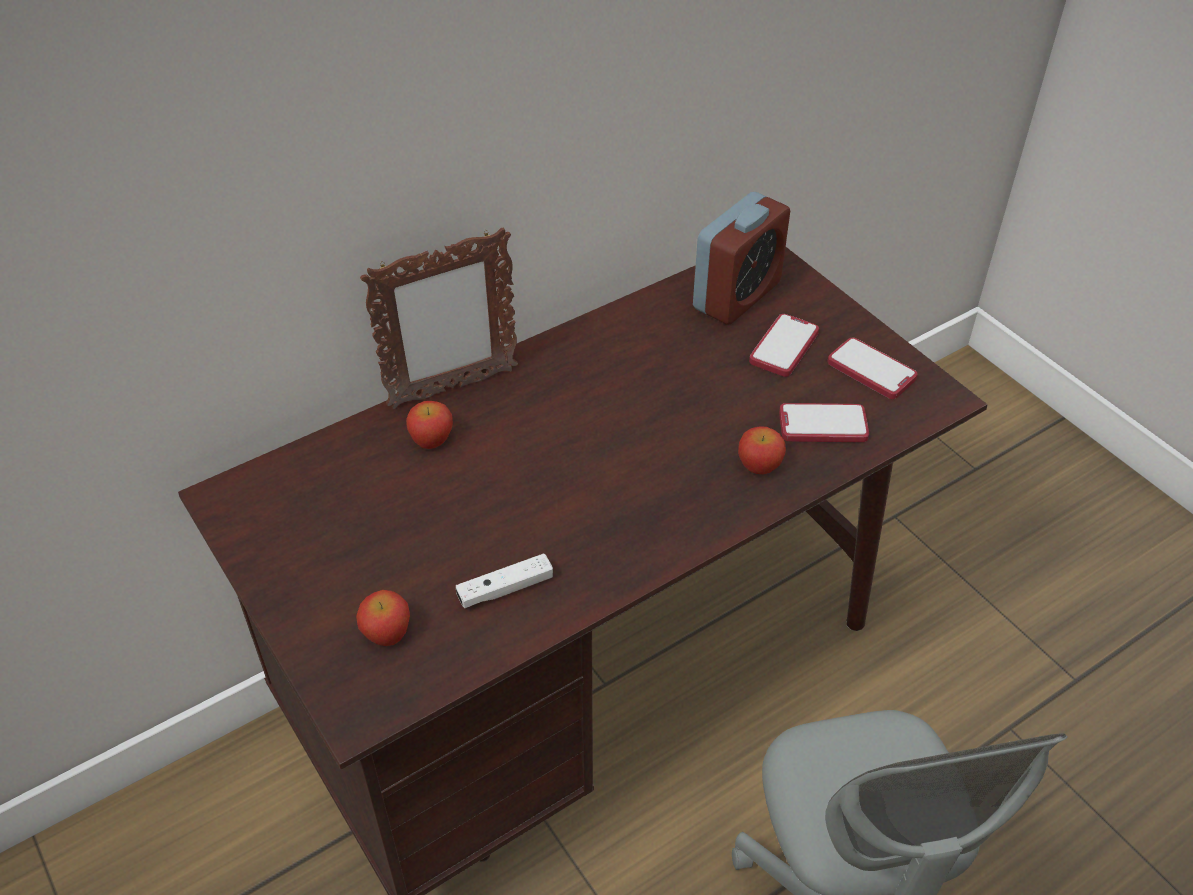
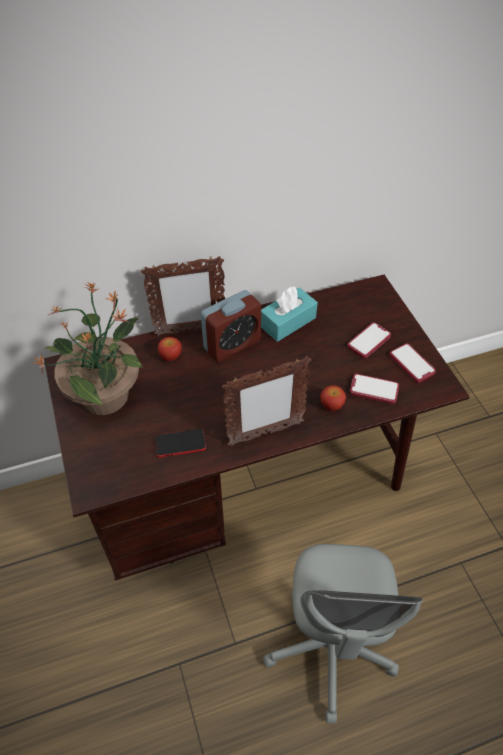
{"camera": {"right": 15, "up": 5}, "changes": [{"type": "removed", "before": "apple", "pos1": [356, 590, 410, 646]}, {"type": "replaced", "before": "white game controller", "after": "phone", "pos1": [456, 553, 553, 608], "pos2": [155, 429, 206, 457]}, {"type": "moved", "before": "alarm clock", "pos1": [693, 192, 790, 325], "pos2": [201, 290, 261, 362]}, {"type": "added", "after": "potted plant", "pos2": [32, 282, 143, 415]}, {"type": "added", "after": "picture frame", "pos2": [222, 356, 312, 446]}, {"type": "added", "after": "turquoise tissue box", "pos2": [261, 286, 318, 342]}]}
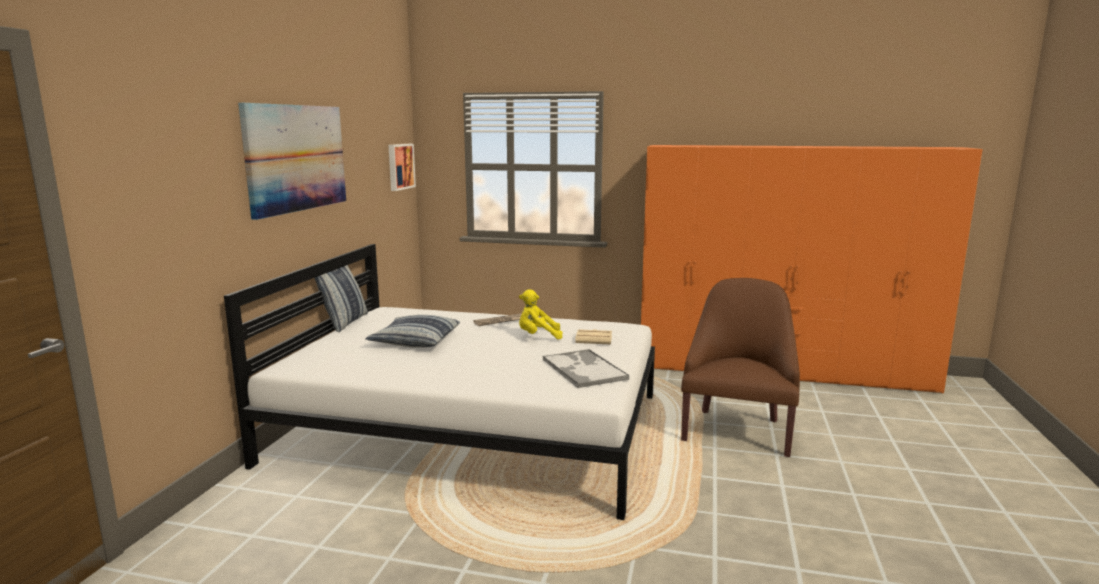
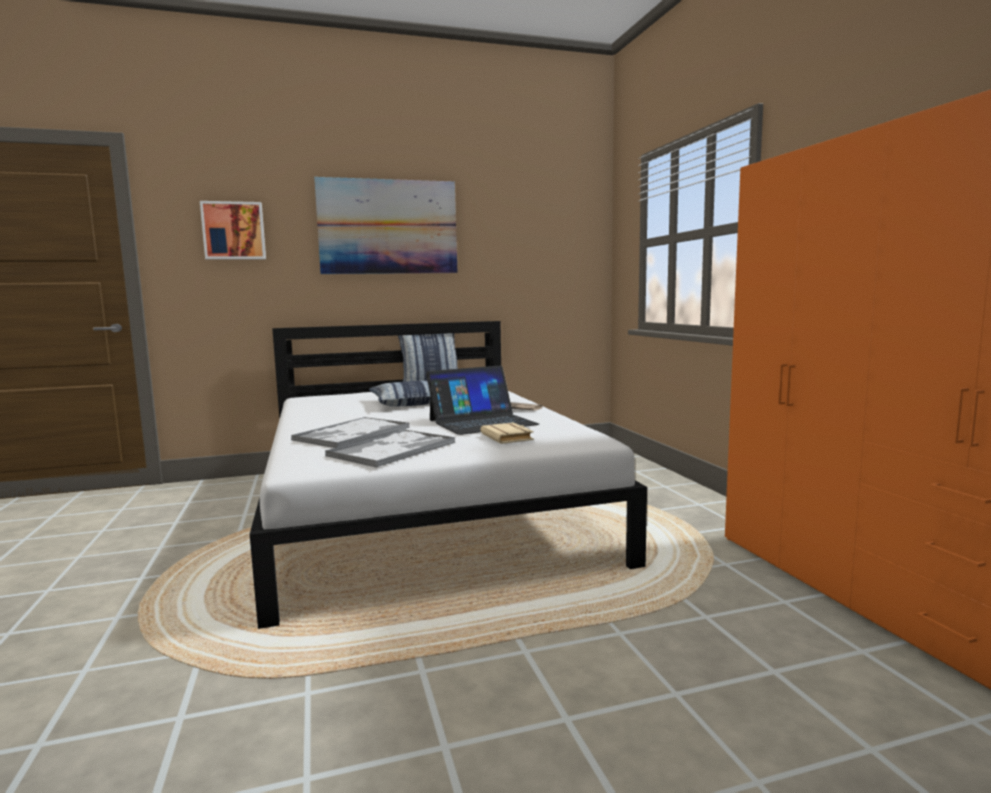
{"camera": {"right": 60, "up": -5}, "changes": [{"type": "moved", "before": "picture", "pos1": [388, 144, 416, 191], "pos2": [200, 201, 266, 260]}, {"type": "replaced", "before": "yellow plush toy", "after": "laptop", "pos1": [519, 289, 563, 340], "pos2": [426, 365, 539, 435]}, {"type": "removed", "before": "brown armchair", "pos1": [681, 278, 800, 457]}, {"type": "added", "after": "tray", "pos2": [291, 417, 410, 448]}]}
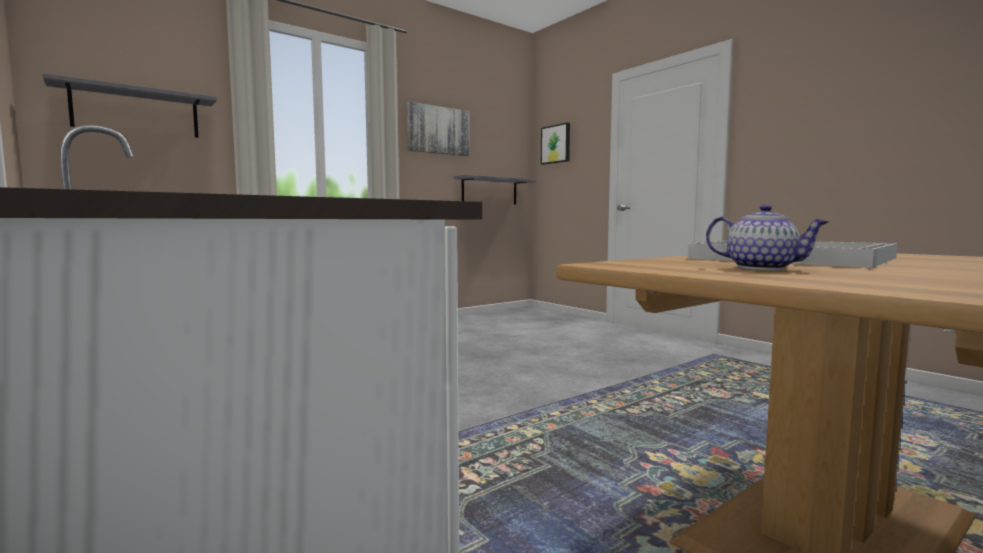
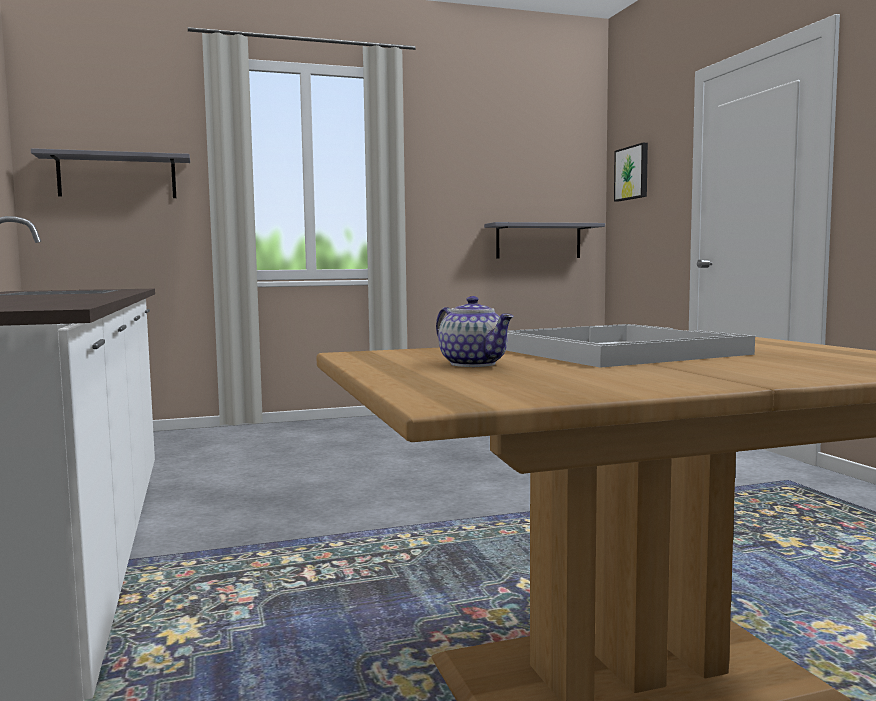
{"camera": {"right": 20, "up": 0}, "changes": [{"type": "removed", "before": "picture", "pos1": [407, 101, 470, 156]}]}
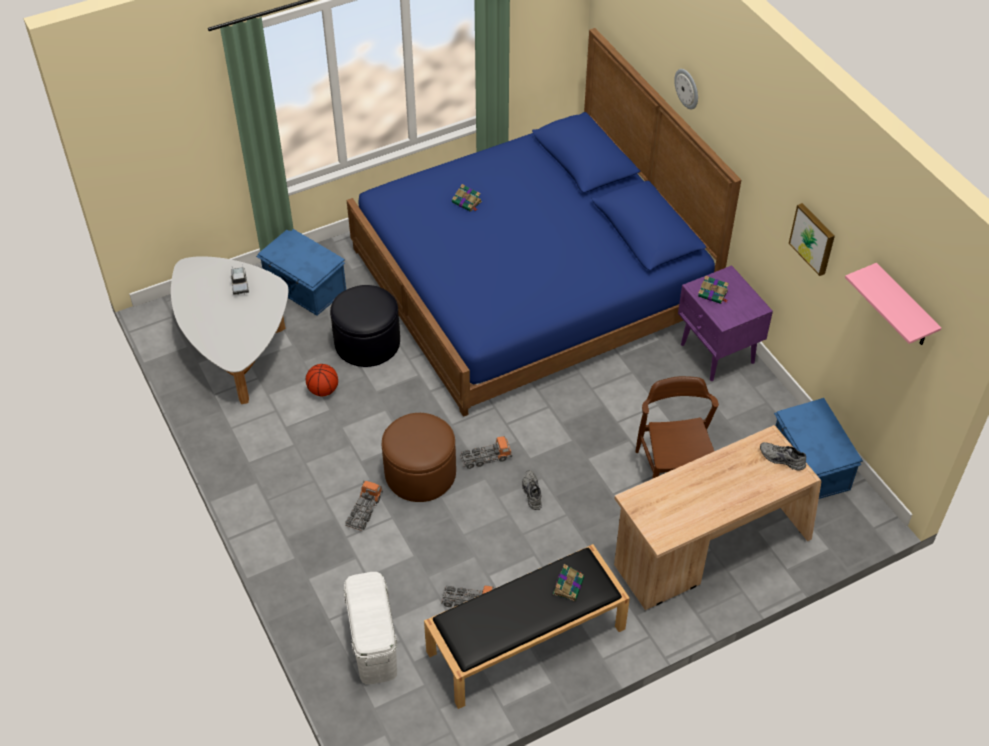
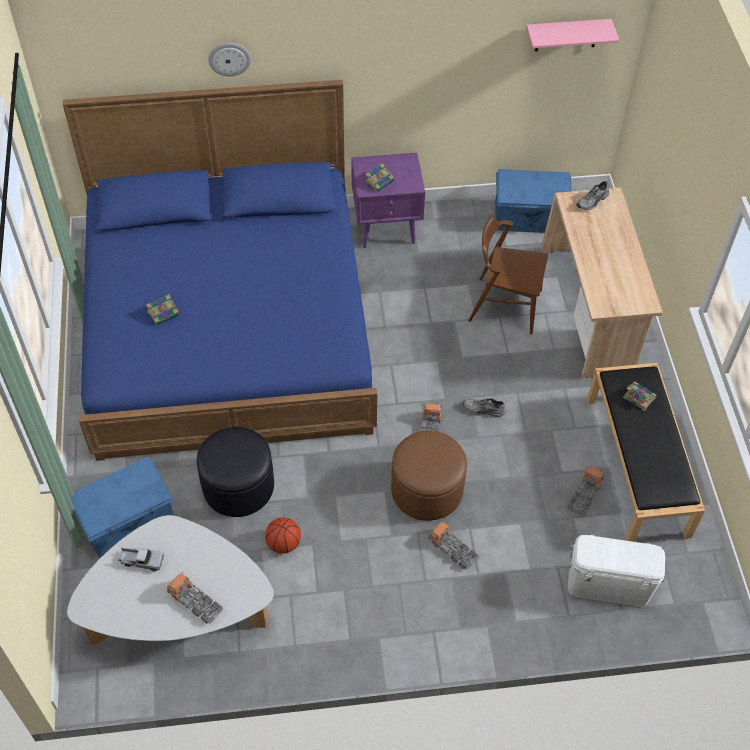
{"camera": {"right": -70, "up": 5}, "changes": [{"type": "removed", "before": "picture", "pos1": [789, 203, 835, 276]}, {"type": "added", "after": "toy truck", "pos2": [167, 572, 223, 624]}]}
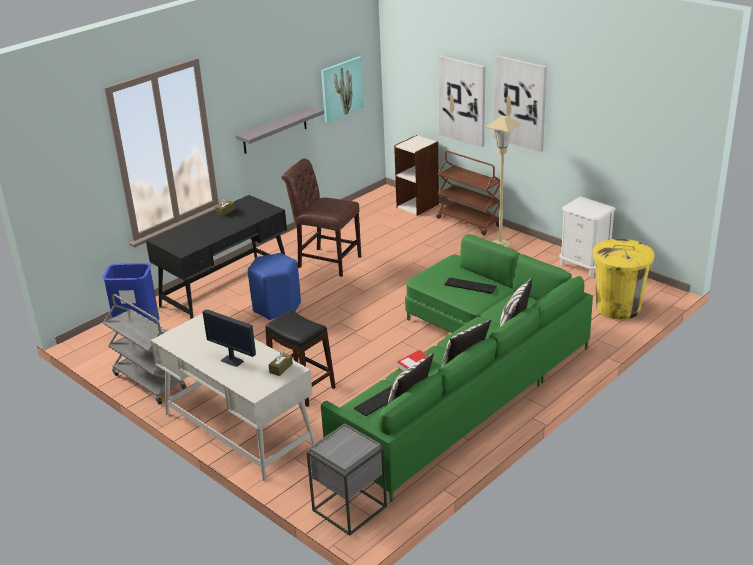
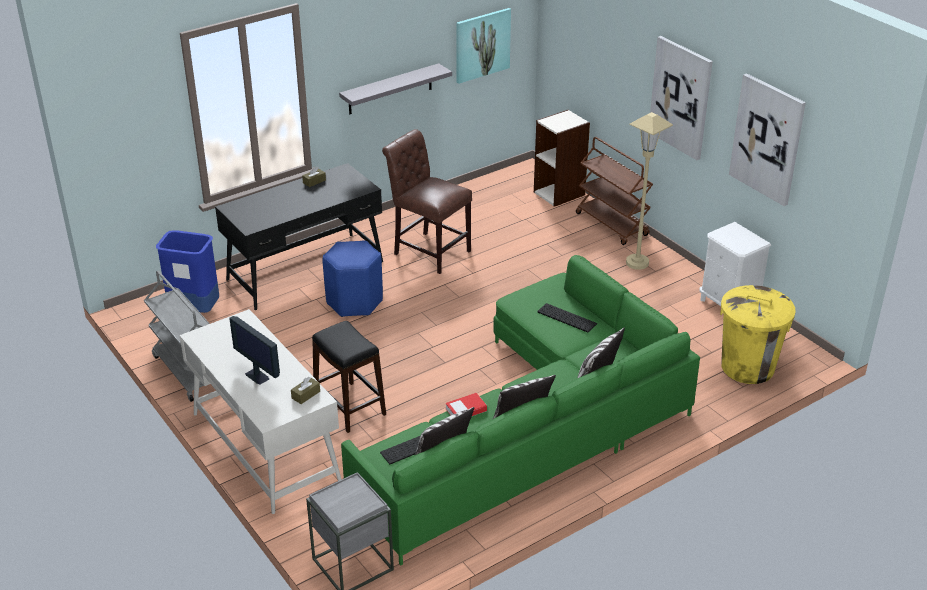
{"camera": {"right": 10, "up": 5}, "changes": [{"type": "moved", "before": "picture", "pos1": [438, 56, 485, 147], "pos2": [729, 73, 806, 206]}]}
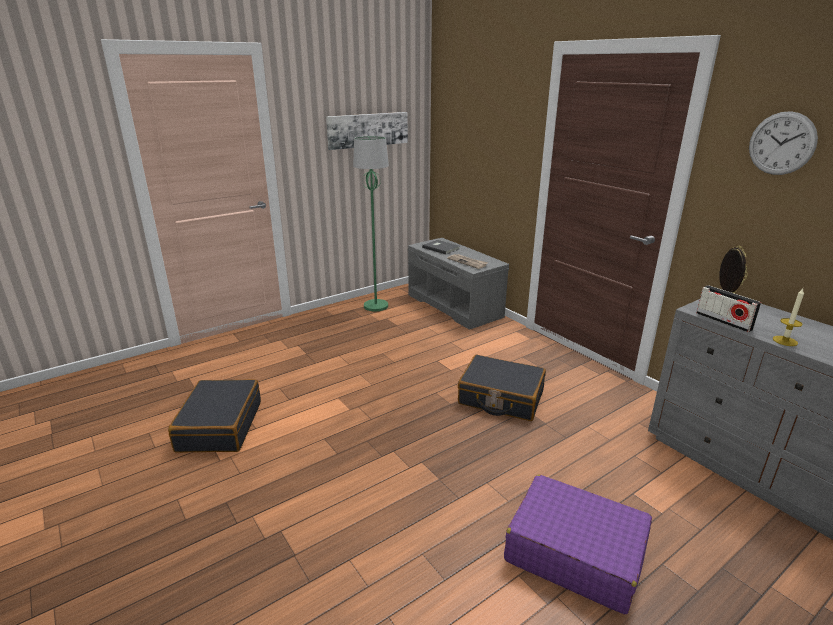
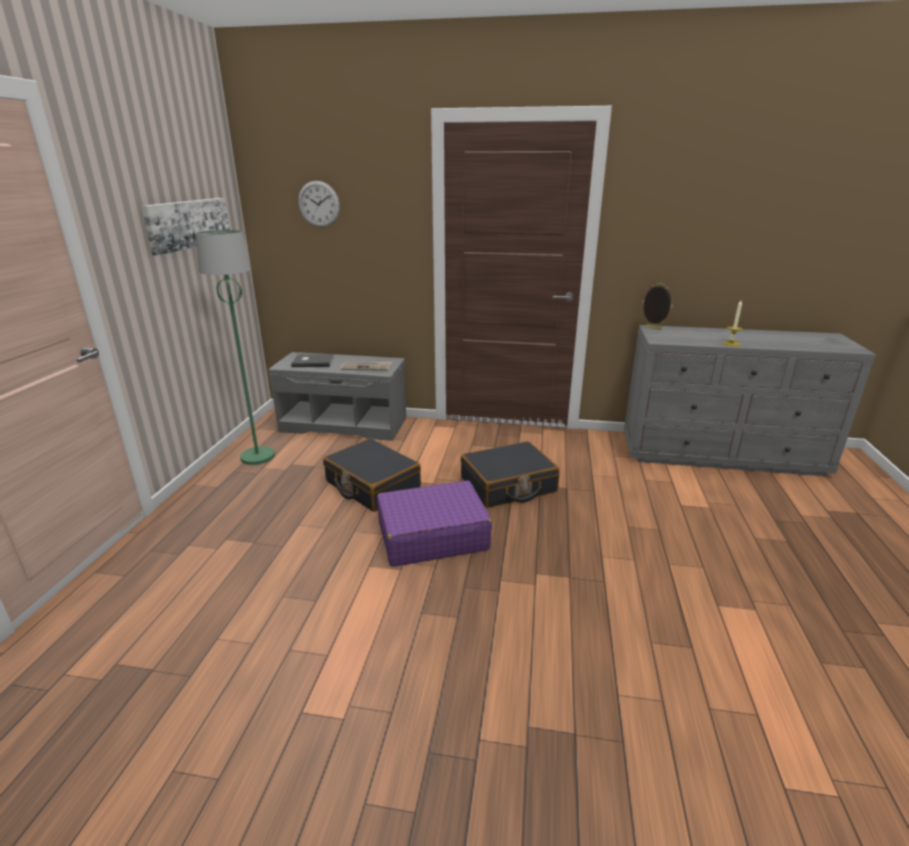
{"camera": {"right": -45, "up": 0}, "changes": [{"type": "moved", "before": "black suitcase", "pos1": [168, 379, 261, 453], "pos2": [323, 438, 421, 512]}, {"type": "moved", "before": "purple suitcase", "pos1": [504, 474, 652, 614], "pos2": [377, 480, 492, 567]}, {"type": "removed", "before": "radio", "pos1": [696, 285, 761, 332]}, {"type": "moved", "before": "wall clock", "pos1": [749, 111, 818, 175], "pos2": [298, 181, 340, 228]}]}
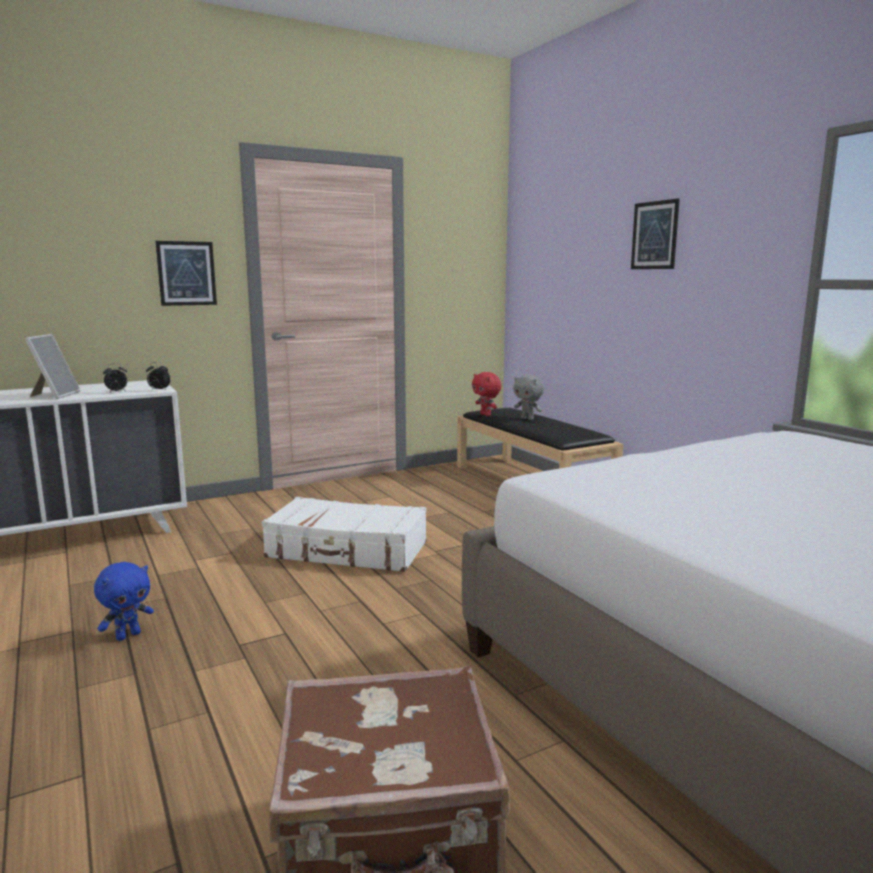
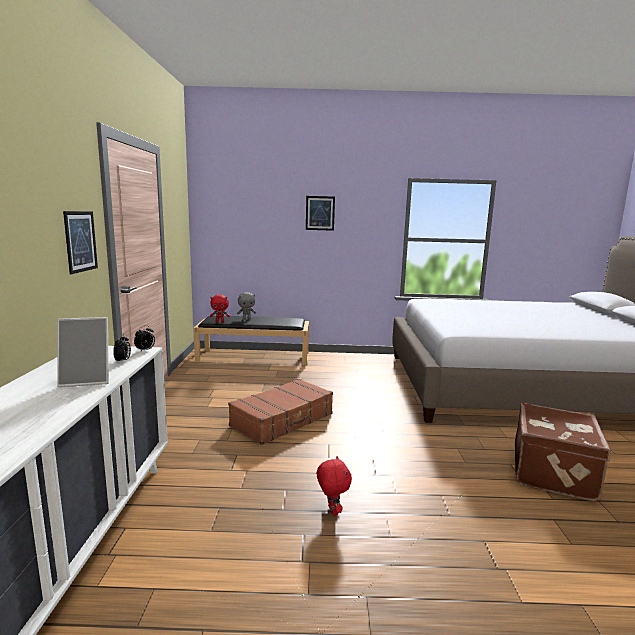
{"camera": {"right": -60, "up": 0}, "changes": [{"type": "turned", "before": "picture frame", "pos1": [25, 334, 81, 399], "pos2": [57, 317, 109, 387], "turn": 135}, {"type": "recoloured", "before": "blue plush toy", "after": "red plush toy", "pos1": [94, 562, 154, 641], "pos2": [317, 456, 352, 516]}, {"type": "recoloured", "before": "white suitcase", "after": "brown suitcase", "pos1": [262, 497, 426, 572], "pos2": [228, 379, 333, 445]}]}
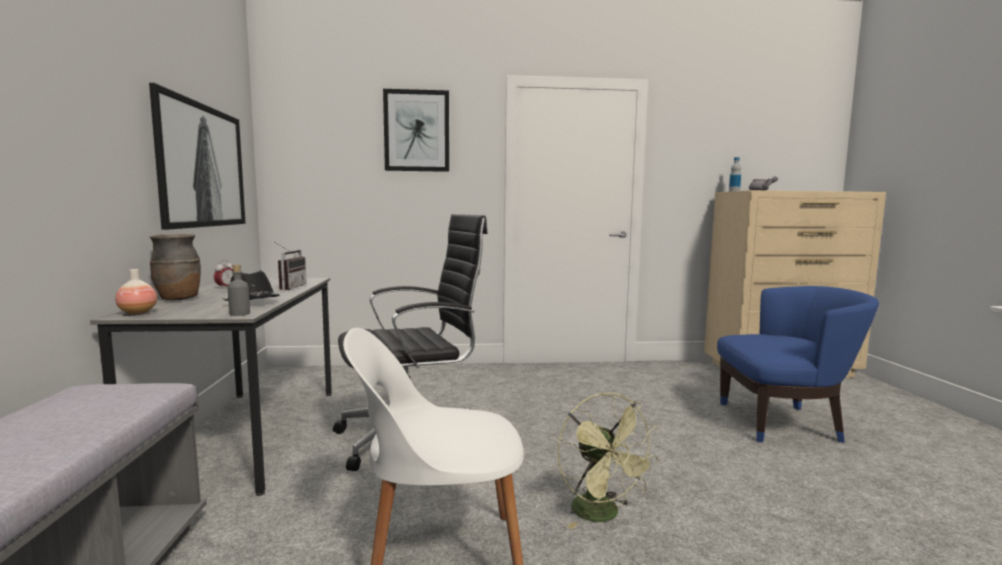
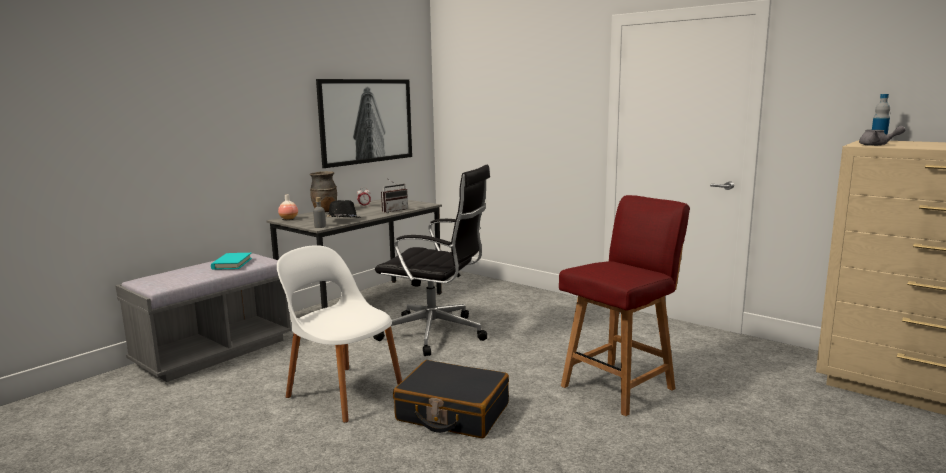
{"camera": {"right": 45, "up": 5}, "changes": [{"type": "removed", "before": "picture", "pos1": [383, 89, 449, 172]}, {"type": "replaced", "before": "green fan", "after": "black suitcase", "pos1": [557, 392, 660, 529], "pos2": [393, 360, 509, 438]}, {"type": "removed", "before": "blue armchair", "pos1": [717, 286, 879, 443]}, {"type": "added", "after": "turquoise book", "pos2": [211, 253, 252, 270]}, {"type": "added", "after": "red chair", "pos2": [559, 195, 690, 416]}]}
